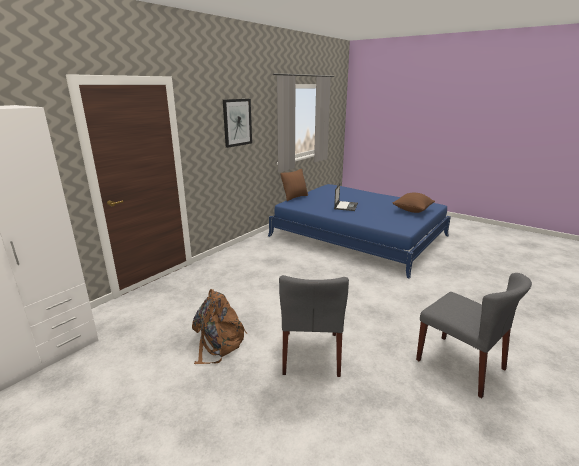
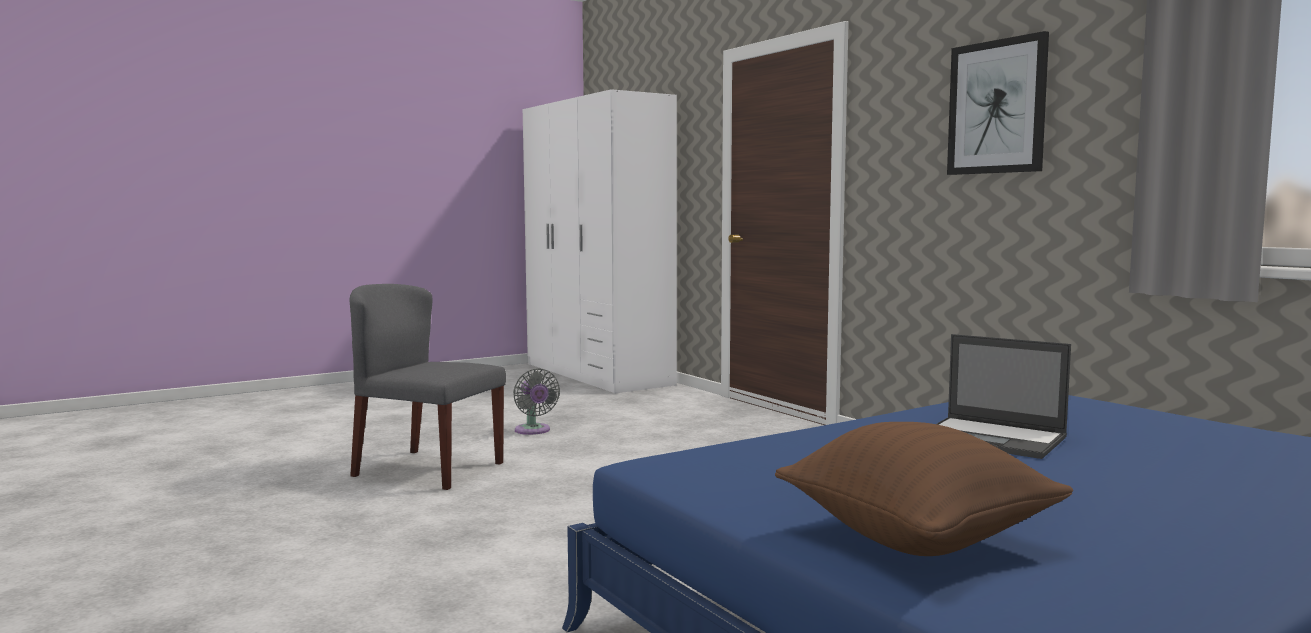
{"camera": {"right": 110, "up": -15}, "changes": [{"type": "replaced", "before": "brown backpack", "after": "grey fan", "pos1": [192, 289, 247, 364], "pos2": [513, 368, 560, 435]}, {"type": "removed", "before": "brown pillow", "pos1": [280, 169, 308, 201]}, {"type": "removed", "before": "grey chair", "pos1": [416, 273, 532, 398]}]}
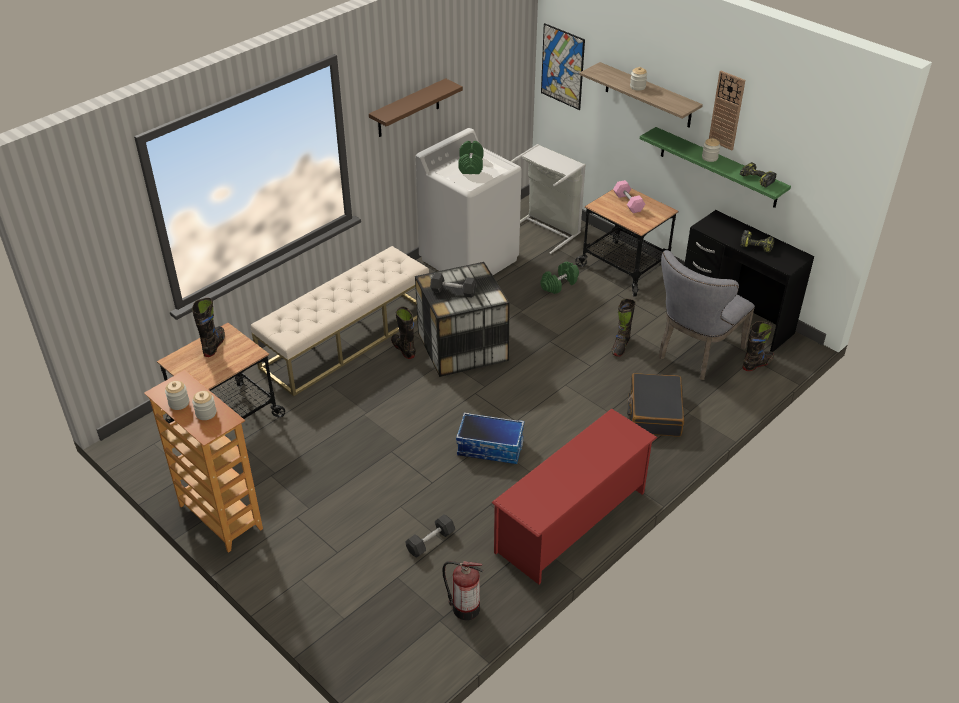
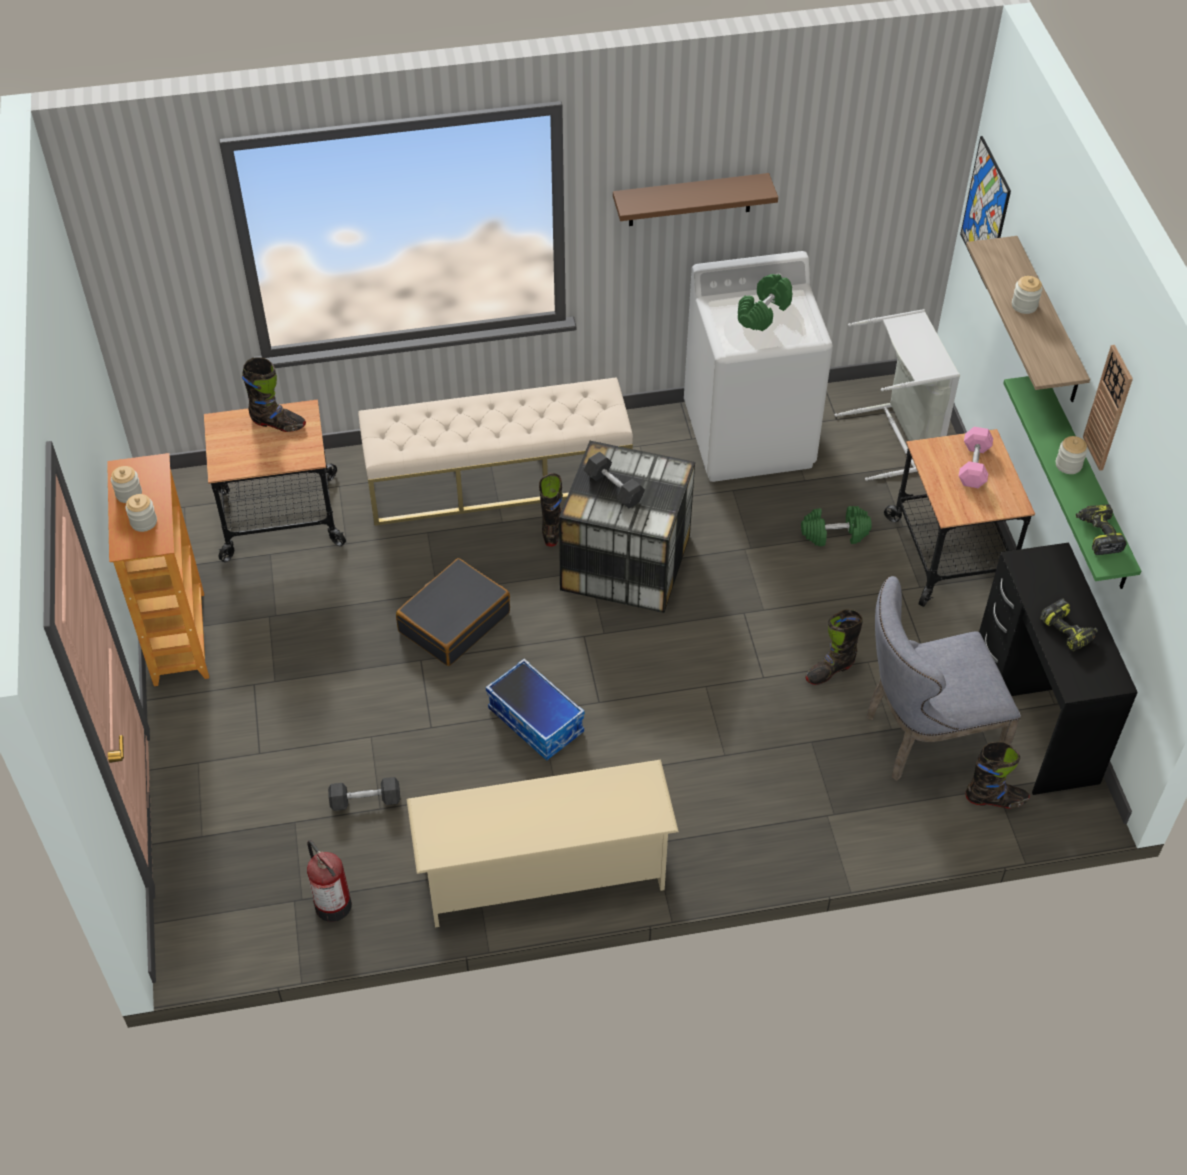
{"camera": {"right": 35, "up": 10}, "changes": [{"type": "turned", "before": "black boot", "pos1": [192, 298, 225, 357], "pos2": [242, 358, 306, 432], "turn": 60}, {"type": "recoloured", "before": "red shoe rack", "after": "beige shoe rack", "pos1": [491, 408, 657, 585], "pos2": [407, 760, 679, 927]}, {"type": "moved", "before": "black suitcase", "pos1": [627, 373, 684, 437], "pos2": [396, 558, 510, 666]}]}
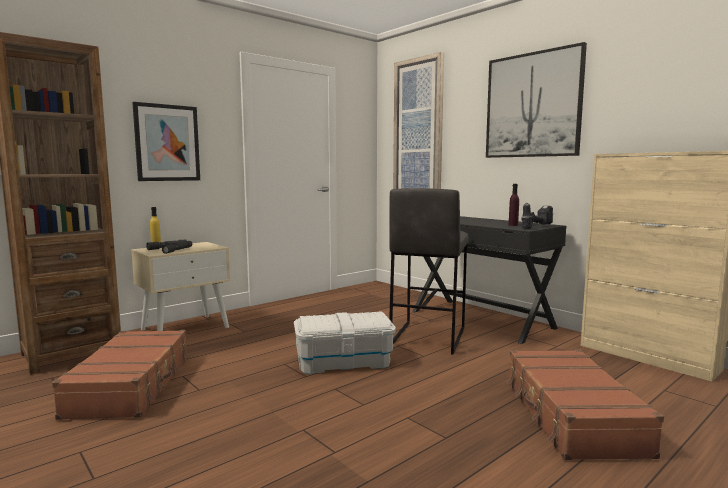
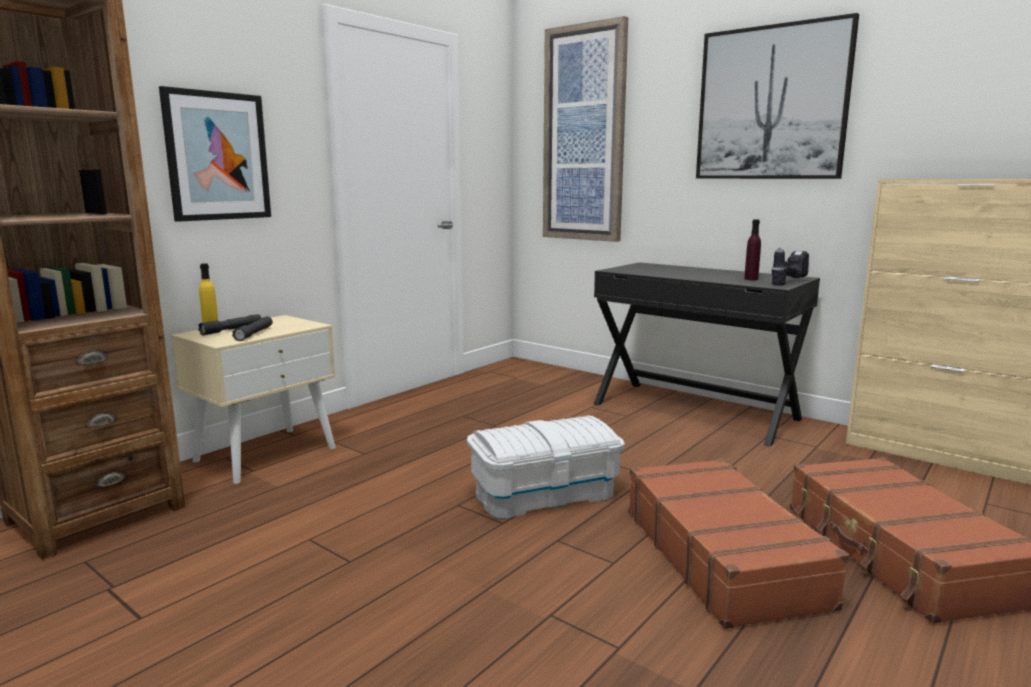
{"camera": {"right": -10, "up": 5}, "changes": [{"type": "moved", "before": "brown suitcase", "pos1": [52, 330, 190, 420], "pos2": [628, 458, 849, 629]}, {"type": "removed", "before": "grey stool", "pos1": [389, 188, 468, 355]}]}
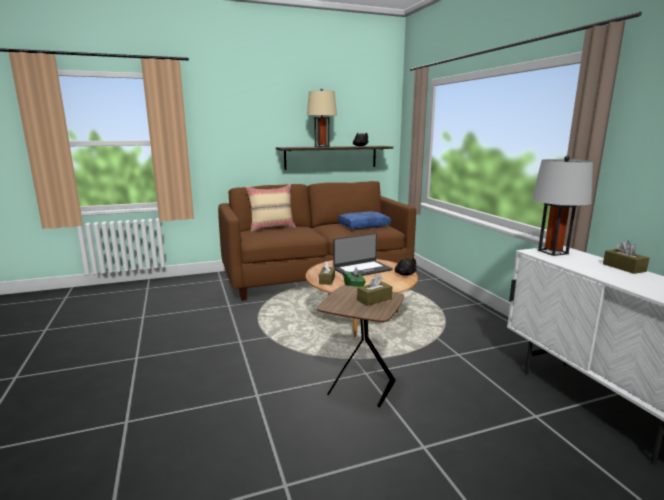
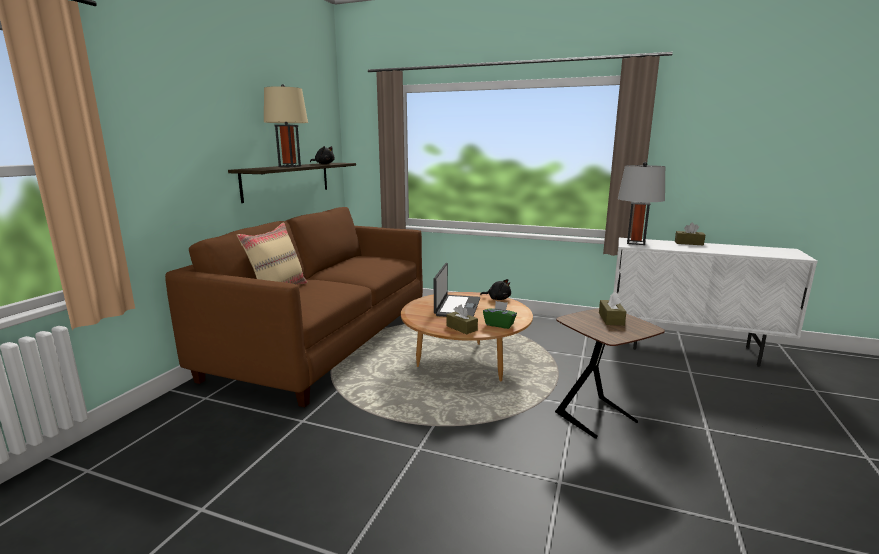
{"camera": {"right": -50, "up": 0}, "changes": [{"type": "removed", "before": "blue pillow", "pos1": [338, 212, 391, 229]}]}
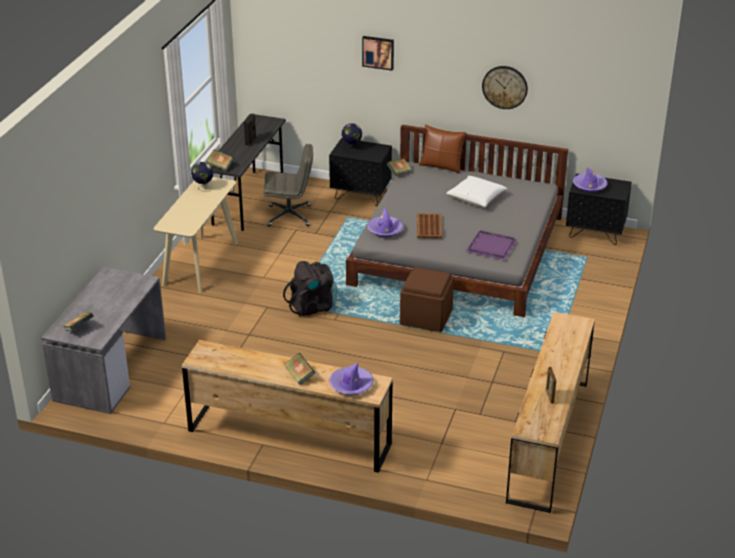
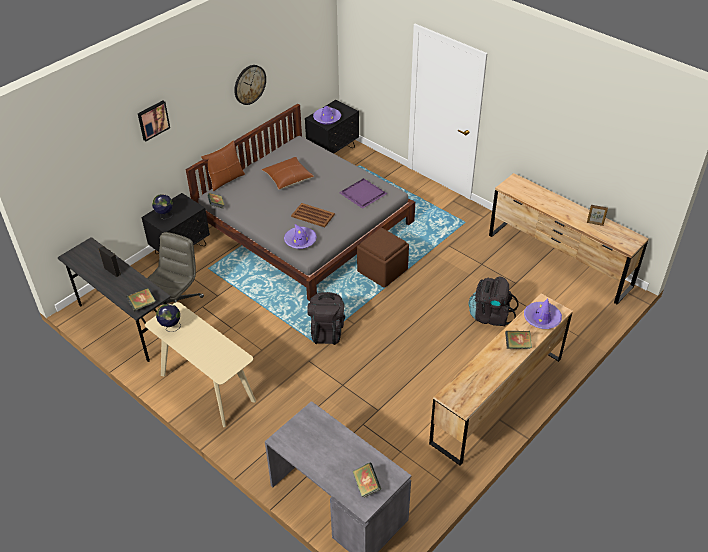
{"camera": {"right": -65, "up": 10}, "changes": [{"type": "recoloured", "before": "white pillow", "after": "brown pillow", "pos1": [446, 176, 507, 207], "pos2": [262, 157, 314, 190]}, {"type": "added", "after": "black backpack", "pos2": [469, 277, 519, 327]}]}
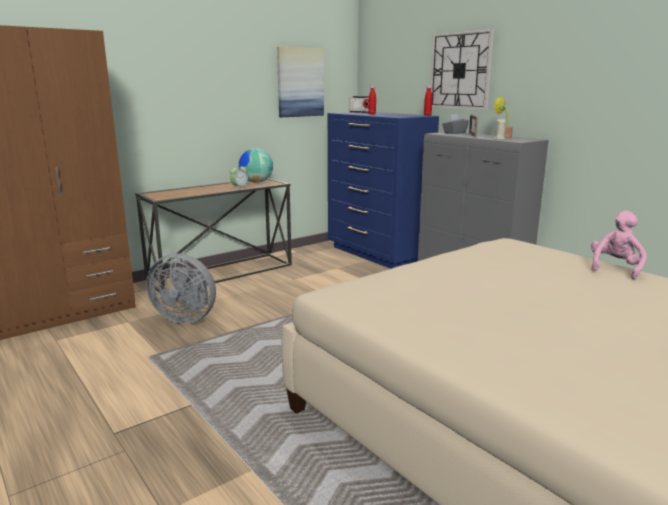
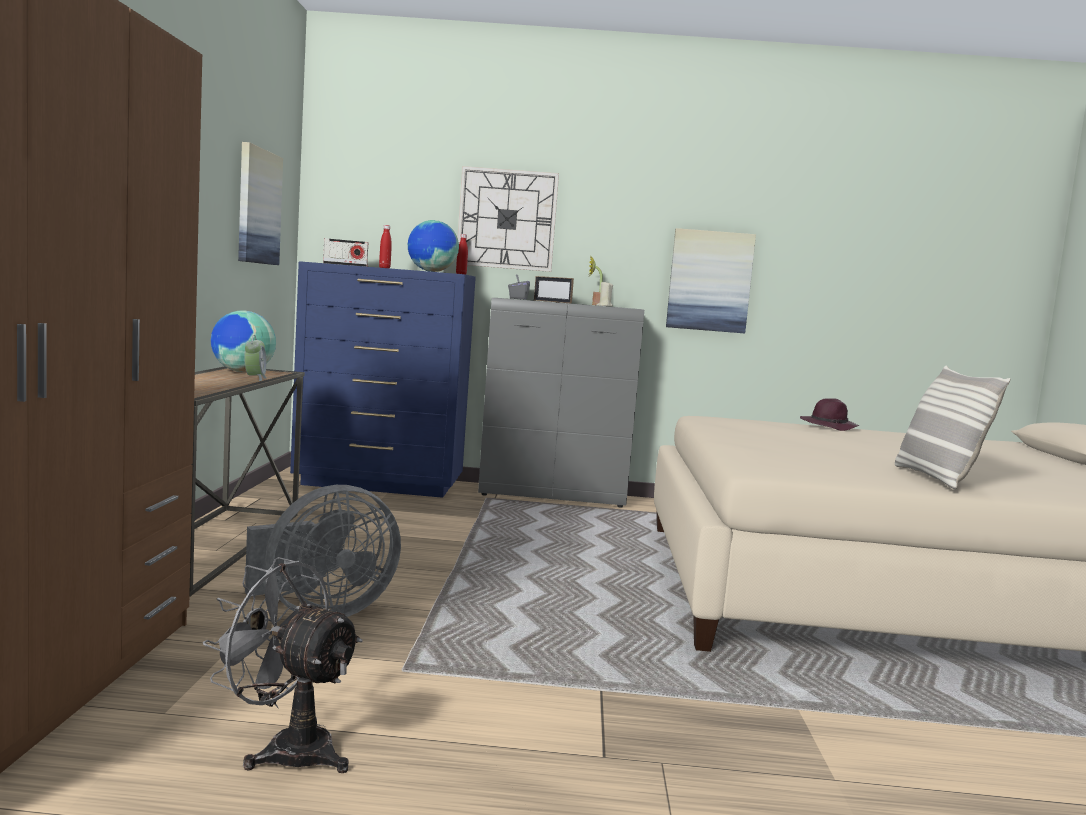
{"camera": {"right": -50, "up": -10}, "changes": [{"type": "replaced", "before": "pink plush toy", "after": "purple hat", "pos1": [591, 210, 647, 279], "pos2": [800, 398, 859, 431]}, {"type": "added", "after": "grey fan", "pos2": [203, 557, 363, 773]}, {"type": "added", "after": "globe", "pos2": [408, 220, 459, 272]}, {"type": "added", "after": "picture", "pos2": [666, 228, 756, 333]}, {"type": "added", "after": "pillow", "pos2": [895, 366, 1010, 489]}]}
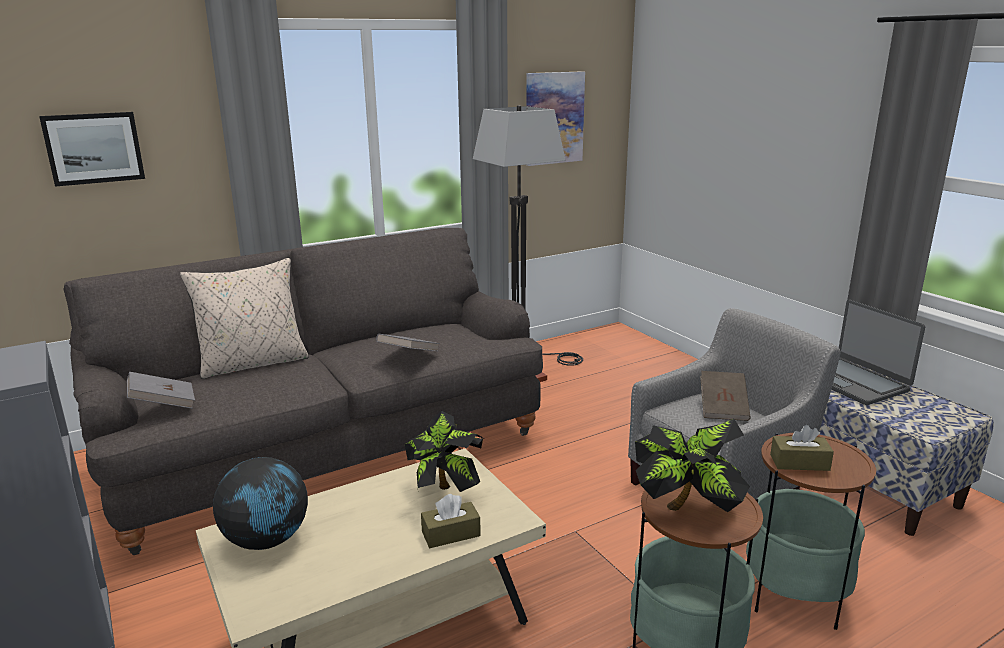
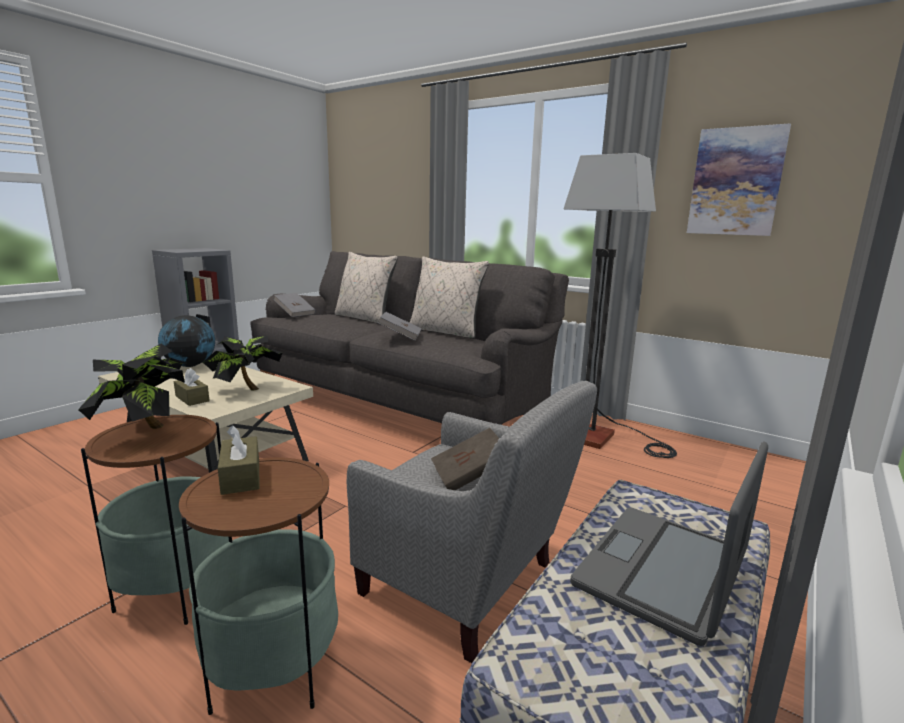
{"camera": {"right": 65, "up": -5}, "changes": [{"type": "removed", "before": "picture", "pos1": [39, 112, 145, 187]}, {"type": "added", "after": "beige pillow", "pos2": [410, 256, 489, 339]}]}
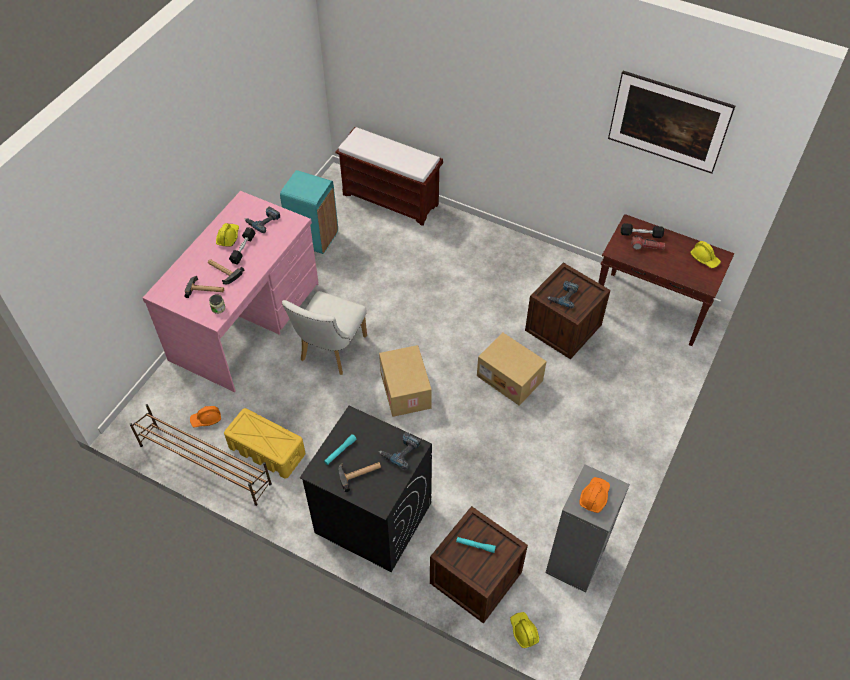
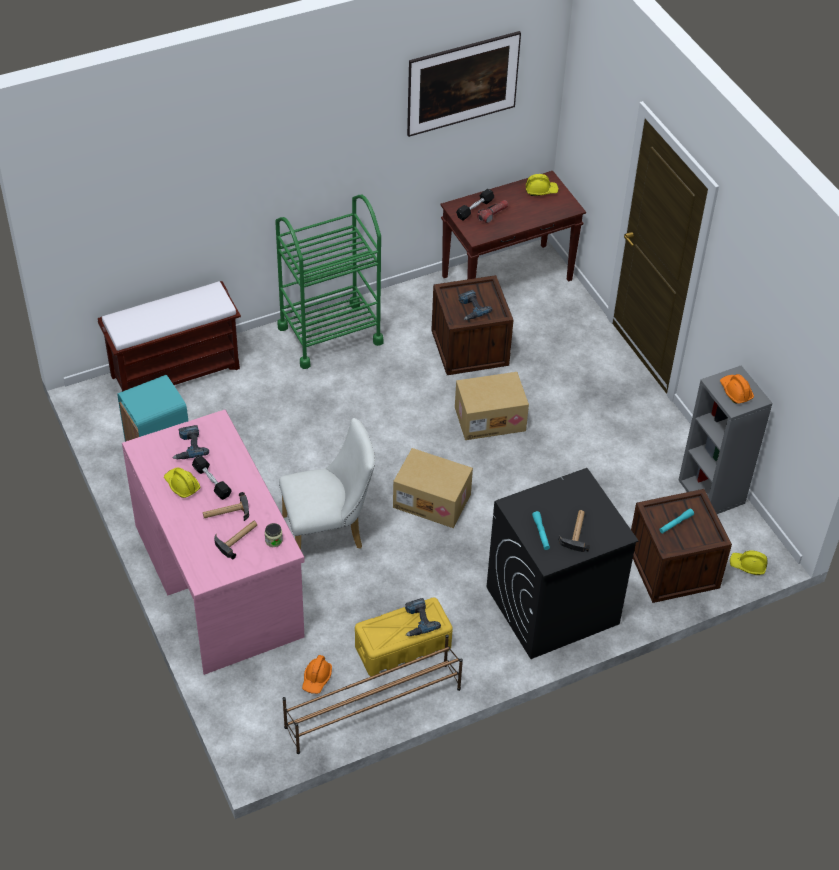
{"camera": {"right": -55, "up": -5}, "changes": [{"type": "turned", "before": "white chair", "pos1": [282, 291, 367, 375], "pos2": [279, 418, 375, 550], "turn": -75}, {"type": "moved", "before": "power drill", "pos1": [379, 432, 421, 470], "pos2": [405, 598, 441, 636]}, {"type": "added", "after": "green cart", "pos2": [275, 195, 384, 369]}]}
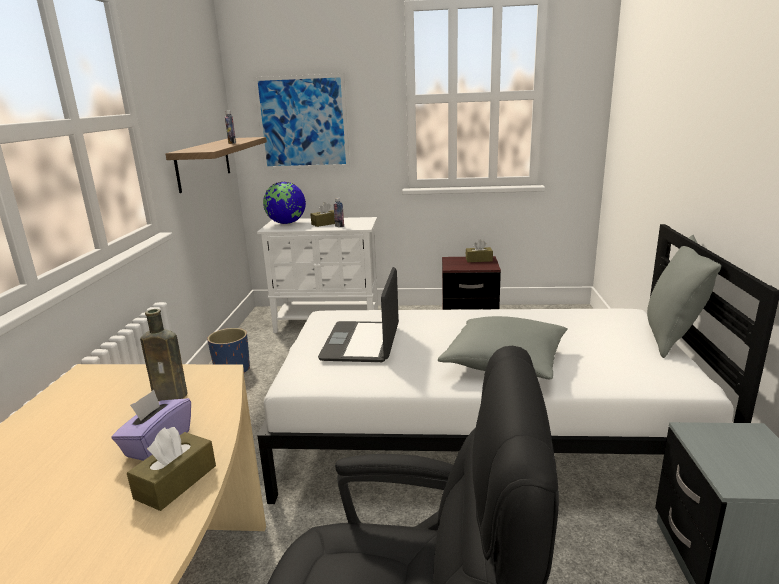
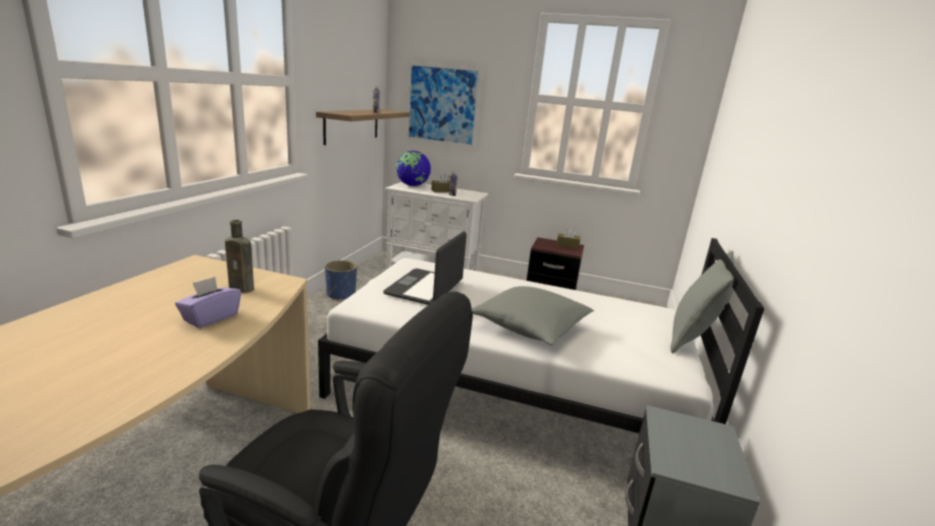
{"camera": {"right": 10, "up": 0}, "changes": [{"type": "removed", "before": "brown tissue box", "pos1": [127, 427, 216, 511]}]}
